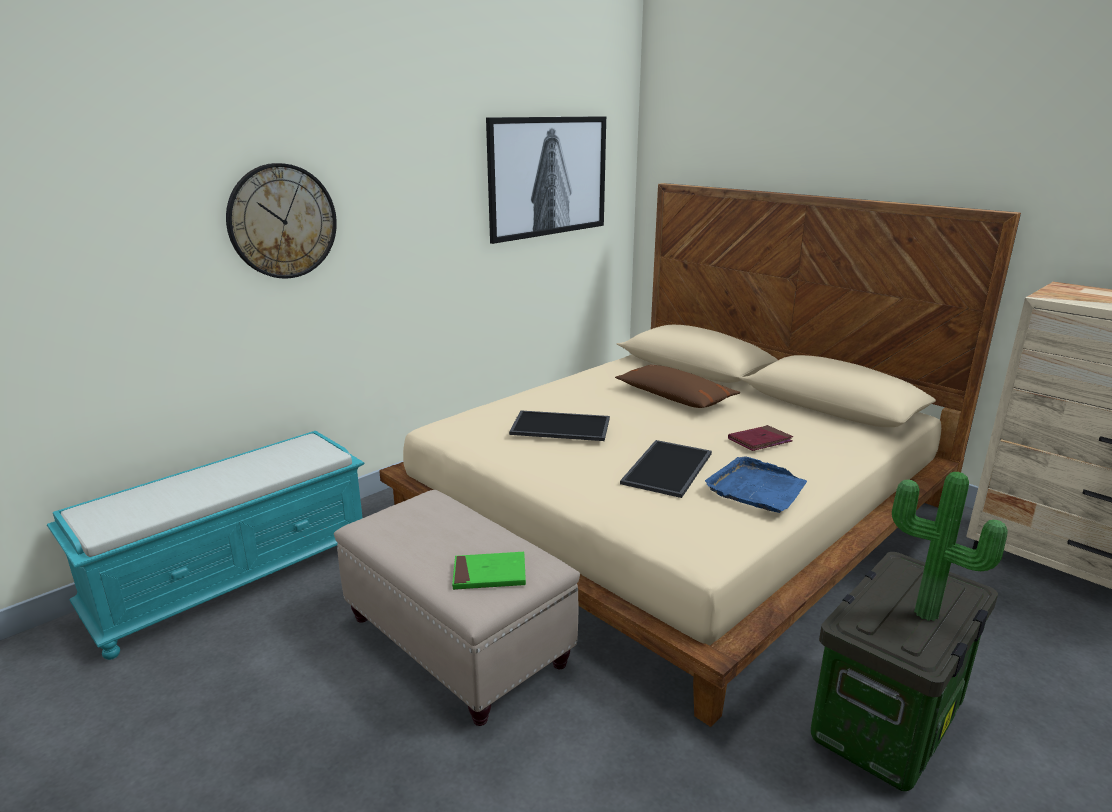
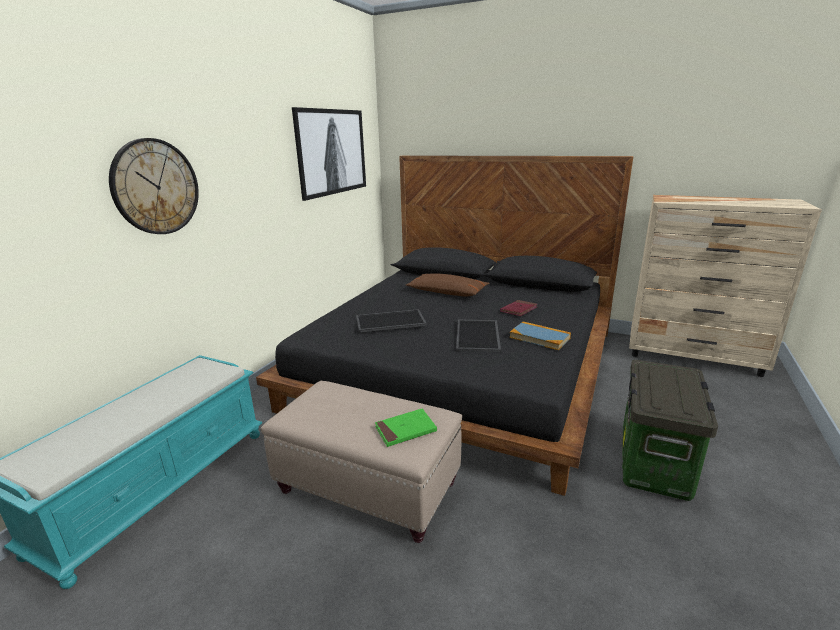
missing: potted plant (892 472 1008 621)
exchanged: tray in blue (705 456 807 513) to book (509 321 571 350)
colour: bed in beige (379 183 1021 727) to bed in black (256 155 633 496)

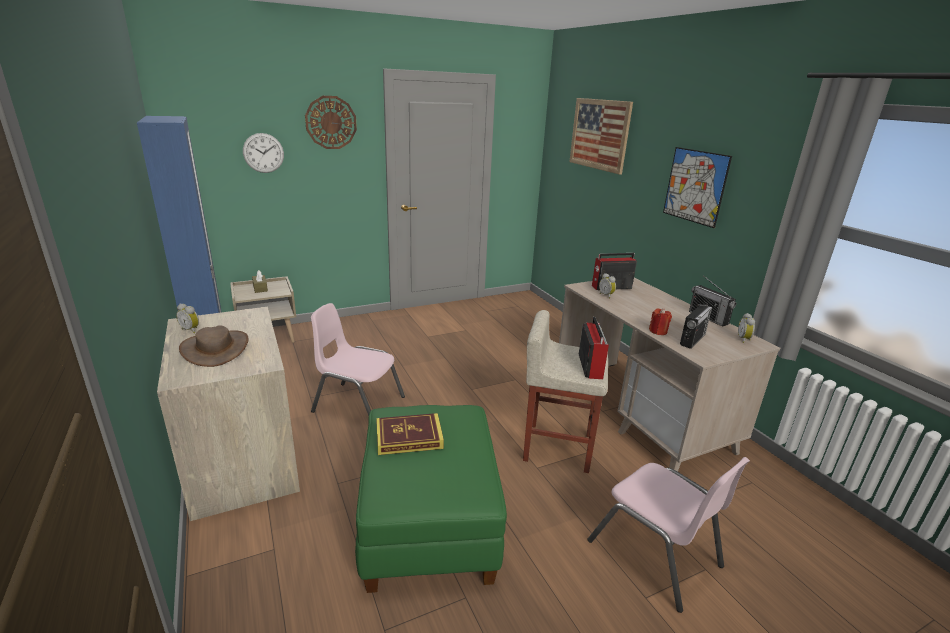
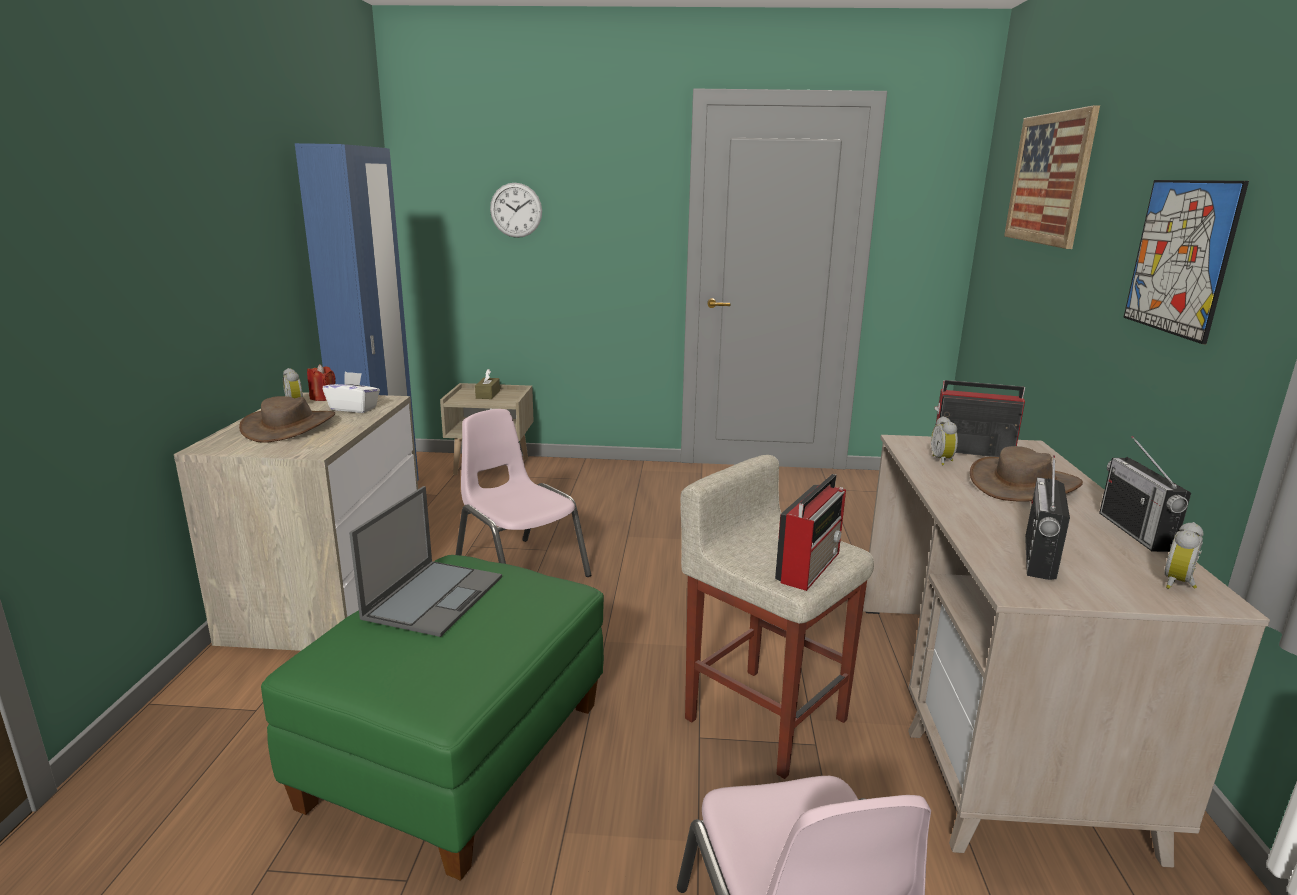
missing: wall clock (305 96 357 149)
appeared: tissue box in white (323 372 380 413); hat in brown (970 446 1083 502)
relocated: candle in red (649 308 672 335) to (307 364 335 401)
exchanged: book (376 413 444 455) to laptop (349 486 502 637)
spun: radio (680 305 712 349) = (1025 455 1070 580) 135 degrees clockwise

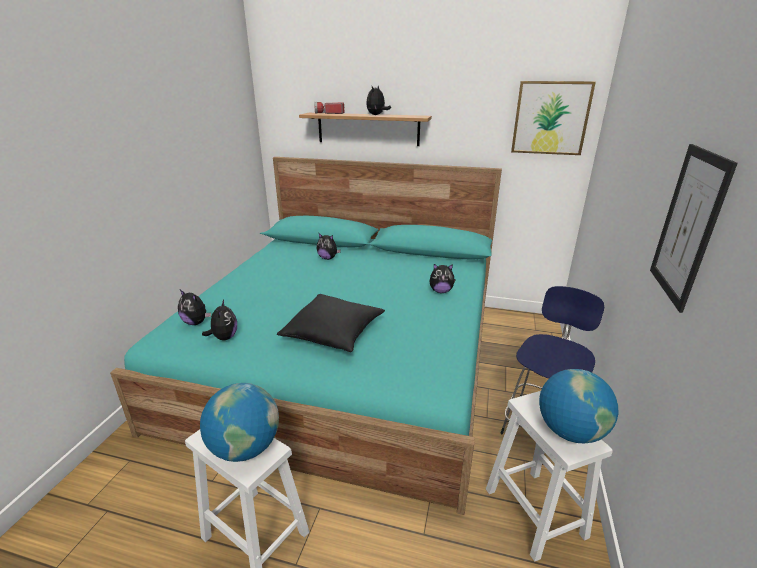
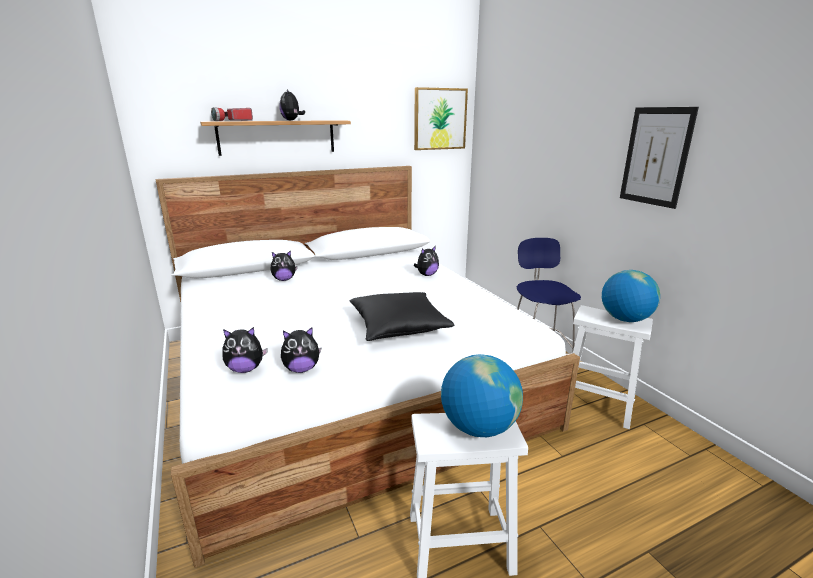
colour: bed in turquoise (110 157 502 515) to bed in white (156 166 580 568)
spun: plush toy (202 300 237 340) = (281 327 321 373) 120 degrees clockwise

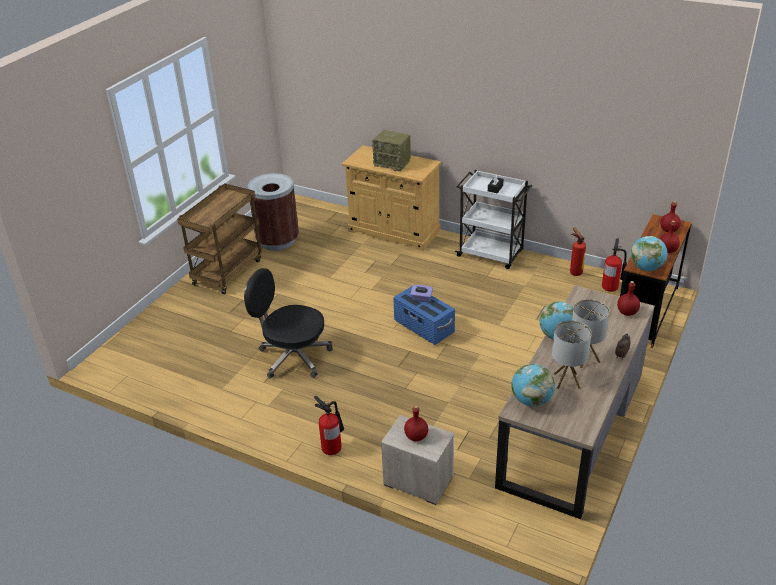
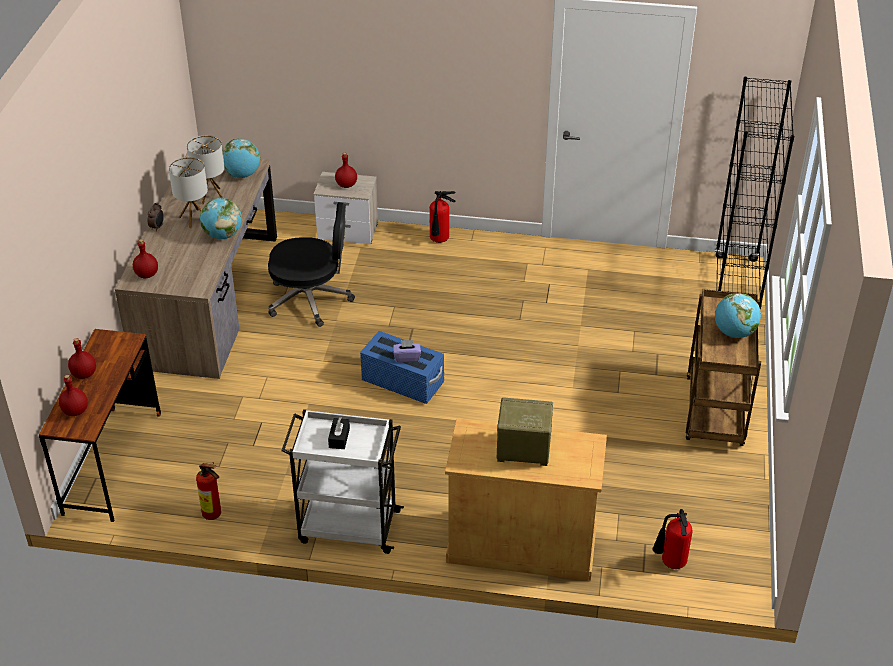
missing: trash can in brown (248 173 299 251)
appeared: bookcase in black (715 77 794 313)
relocated: office chair in black (244 268 333 379) to (268 202 355 327); fire extinguisher (602 238 627 292) to (652 509 692 569); globe (631 236 667 271) to (715 293 761 338)

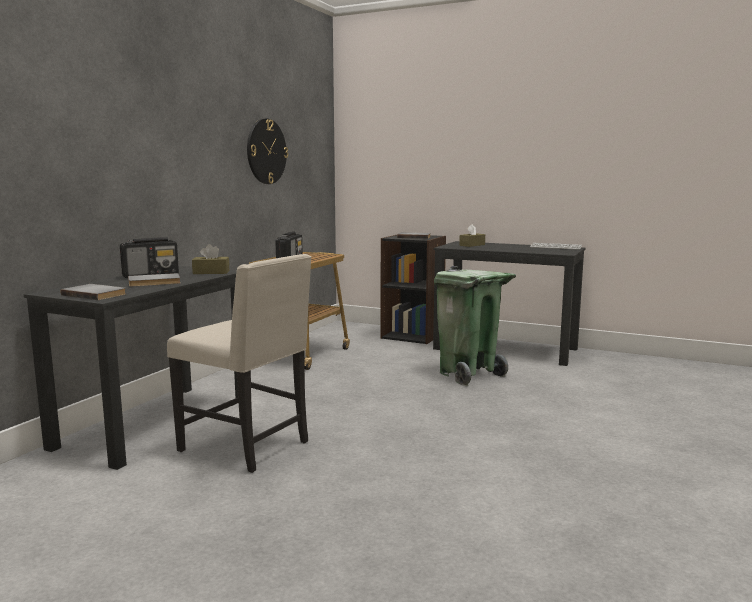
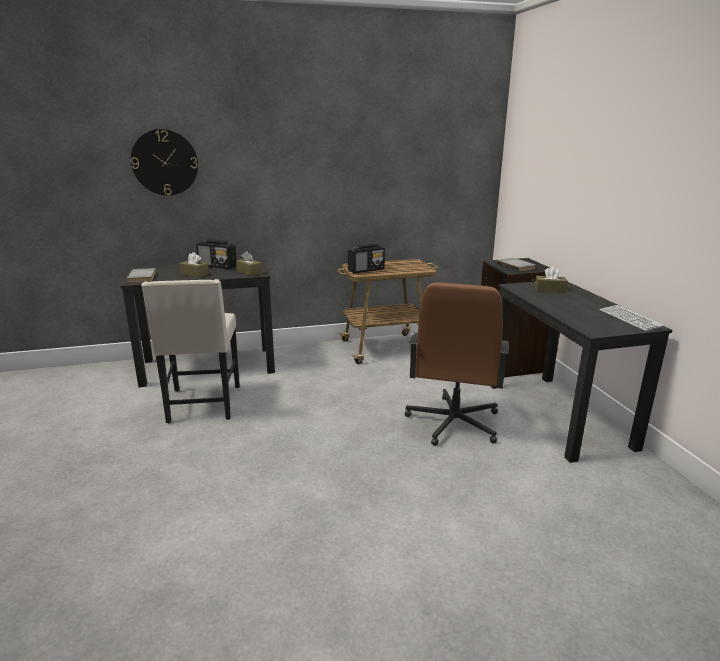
relocated: wall clock (247 118 288 184) to (131 129 198 196)
exchanged: book in grey (128 273 180 287) to tissue box in brown (179 252 209 278); trash can in green (434 266 516 386) to office chair in brown (404 283 509 446)

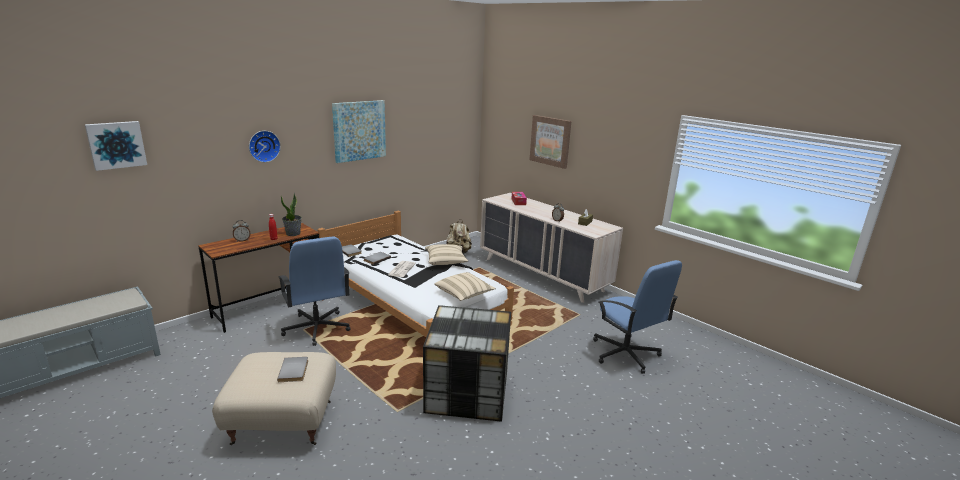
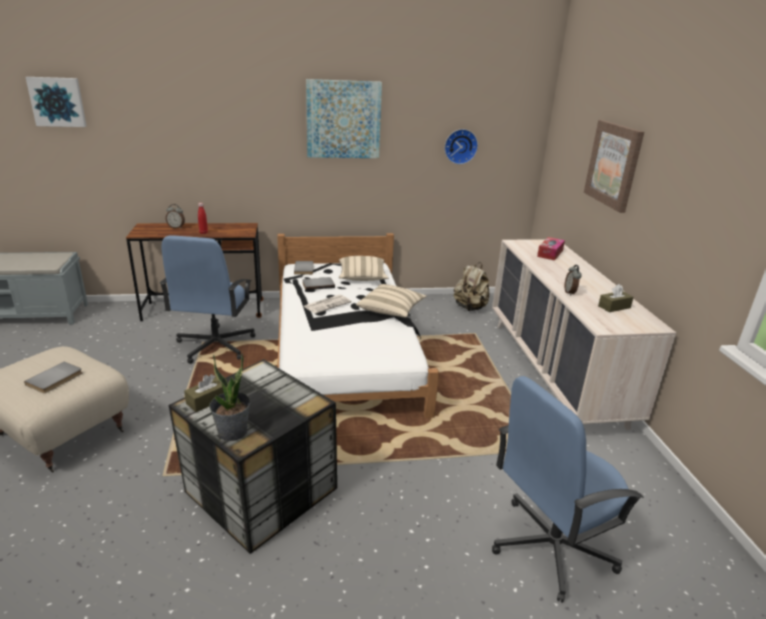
appeared: tissue box in brown (184 374 224 412)
relocated: potted plant (281 193 302 236) to (210 353 250 441); pillow in beige (434 272 496 301) to (339 256 388 281); wall clock (249 131 281 162) to (444 129 478 164)
spun: office chair in blue (593 260 682 374) = (492 376 644 603) 60 degrees clockwise

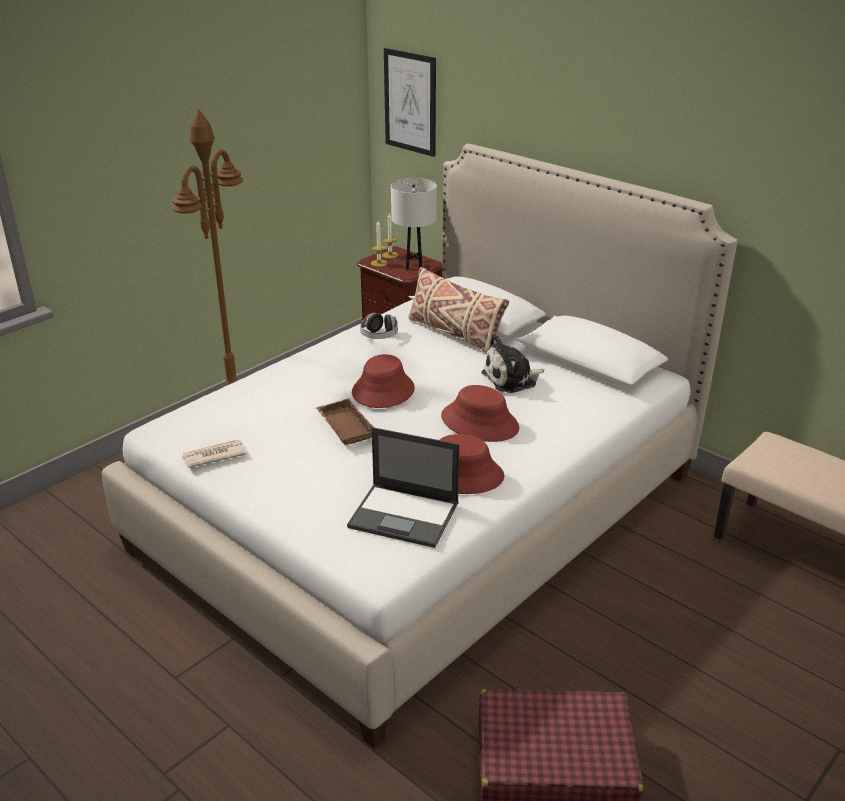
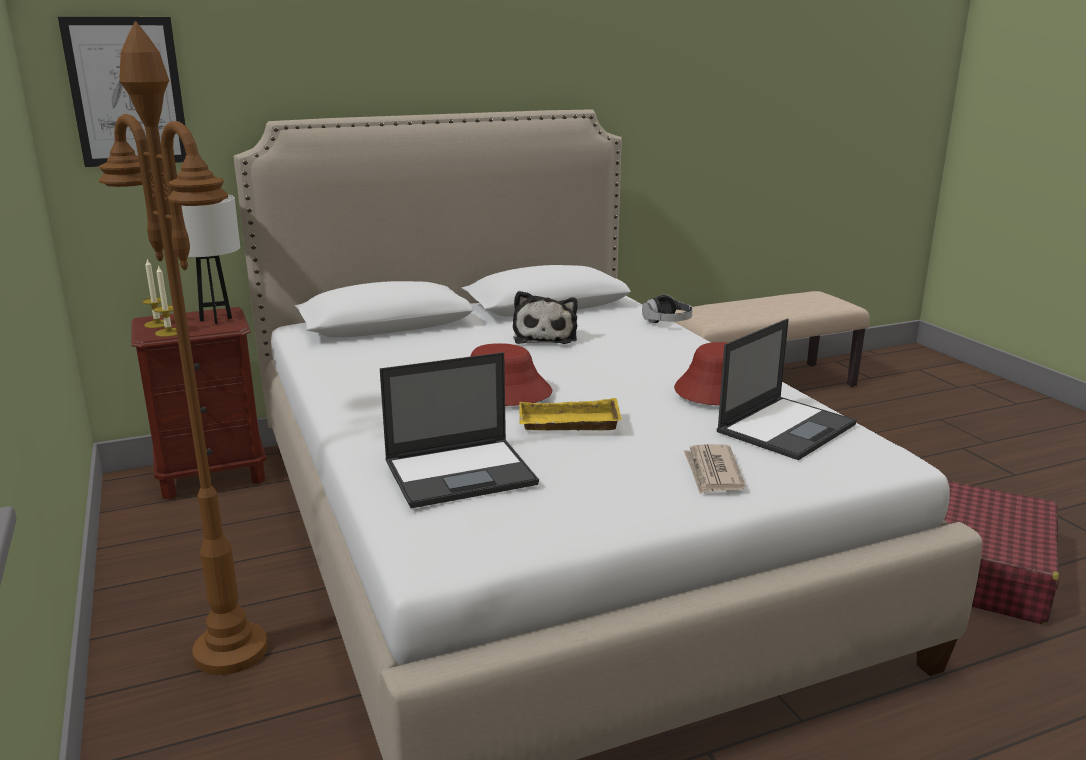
missing: pillow in beige (409 267 509 354); hat in red (441 385 519 442)
appeared: laptop (380 352 539 508)
relocated: headphones (360 313 398 339) to (642 294 693 323); newspaper (181 439 247 468) to (684 444 745 494)
colour: tray in brown (316 399 373 445) to tray in yellow (519 398 622 431)

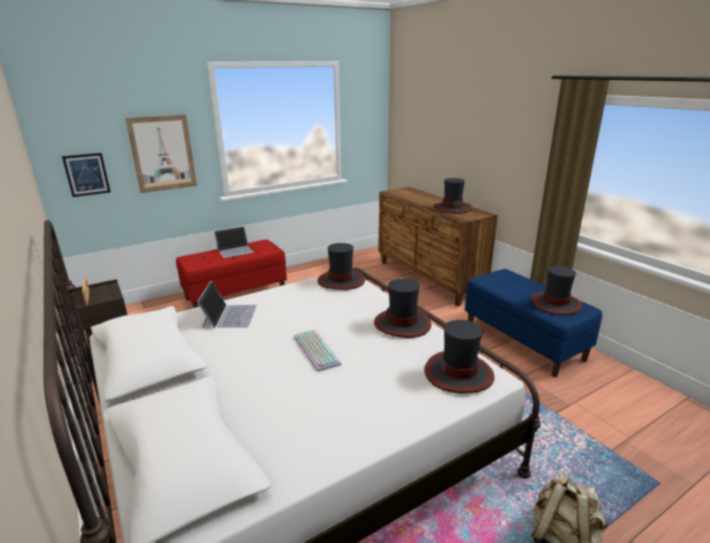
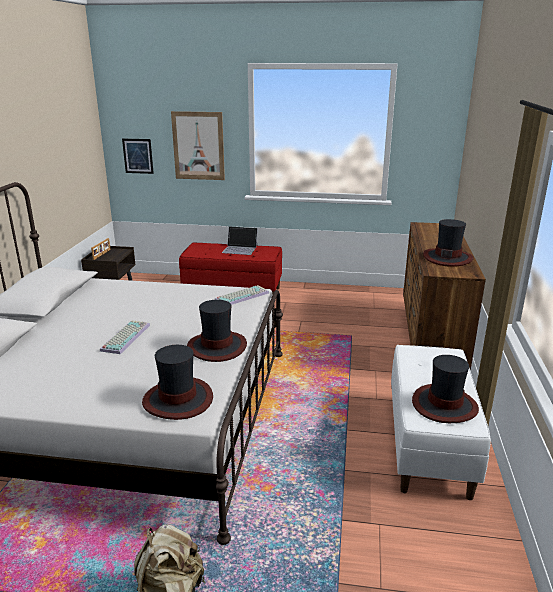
missing: laptop (197 281 257 328)
exchanged: hat (318 243 365 290) to keyboard (215 285 269 305)
colour: bench in blue (465 269 602 377) to bench in white (391 345 491 500)

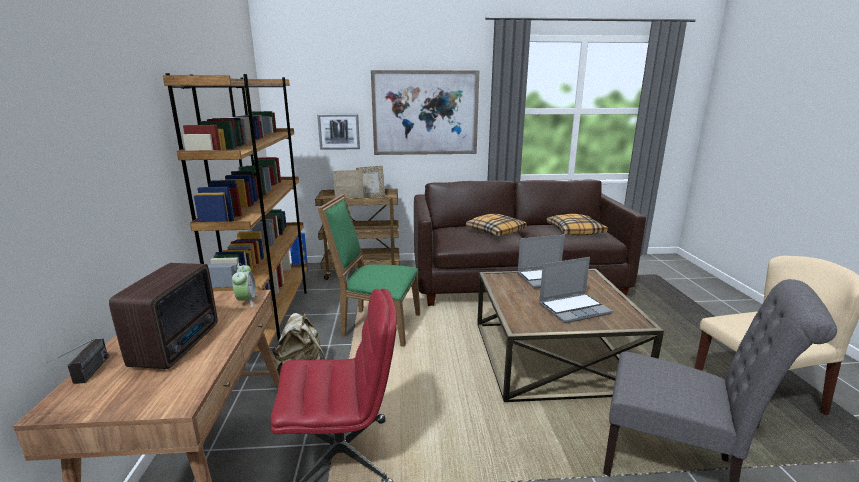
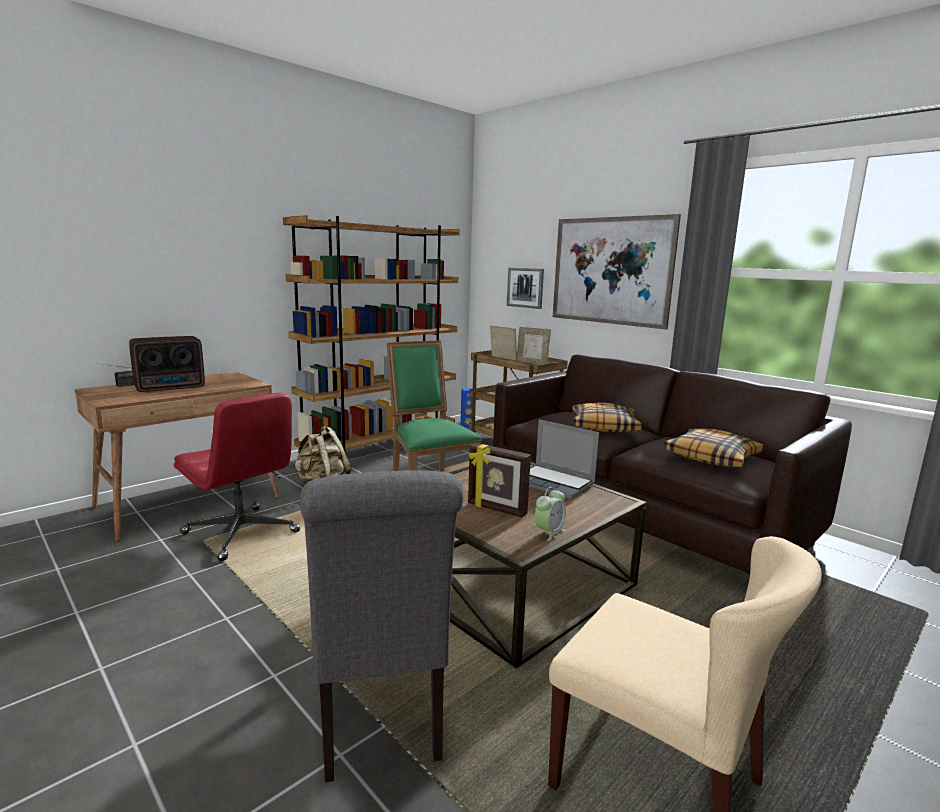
relocated: alarm clock (232 263 258 307) to (535 487 566 541)
exchanged: laptop (539 257 613 324) to picture frame (468 443 531 518)

